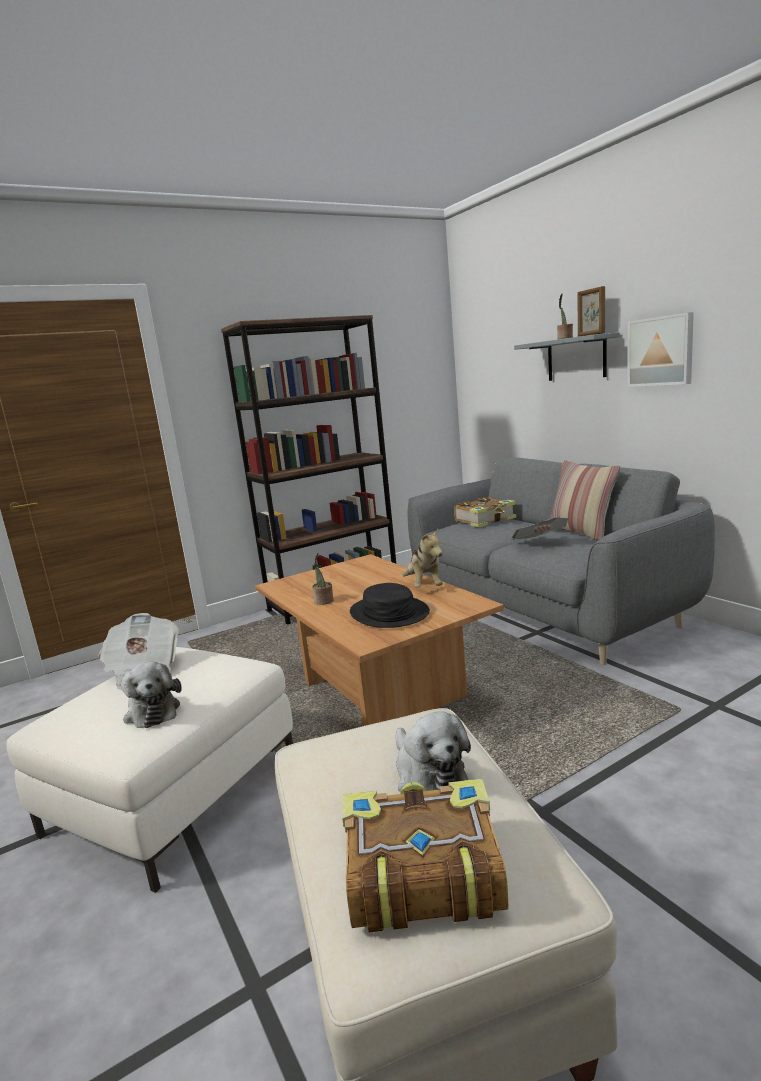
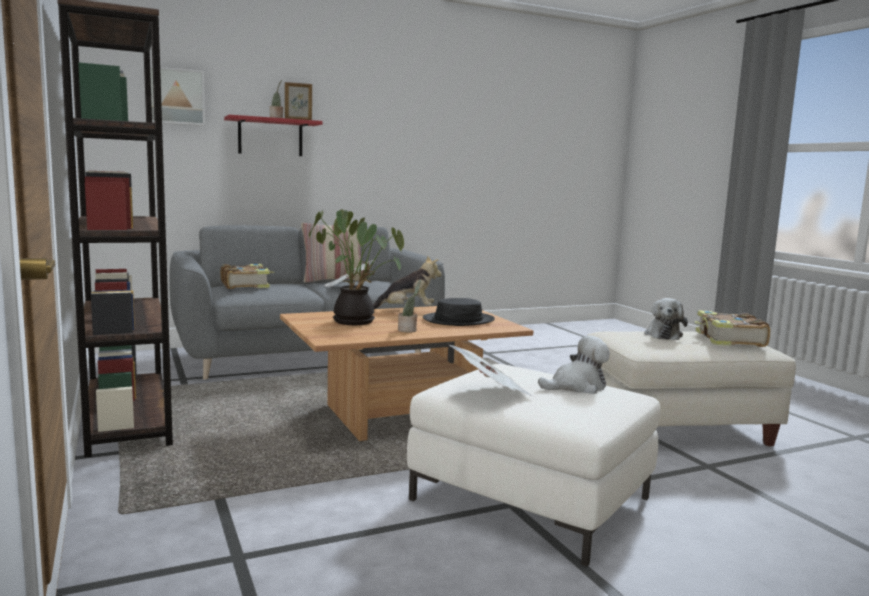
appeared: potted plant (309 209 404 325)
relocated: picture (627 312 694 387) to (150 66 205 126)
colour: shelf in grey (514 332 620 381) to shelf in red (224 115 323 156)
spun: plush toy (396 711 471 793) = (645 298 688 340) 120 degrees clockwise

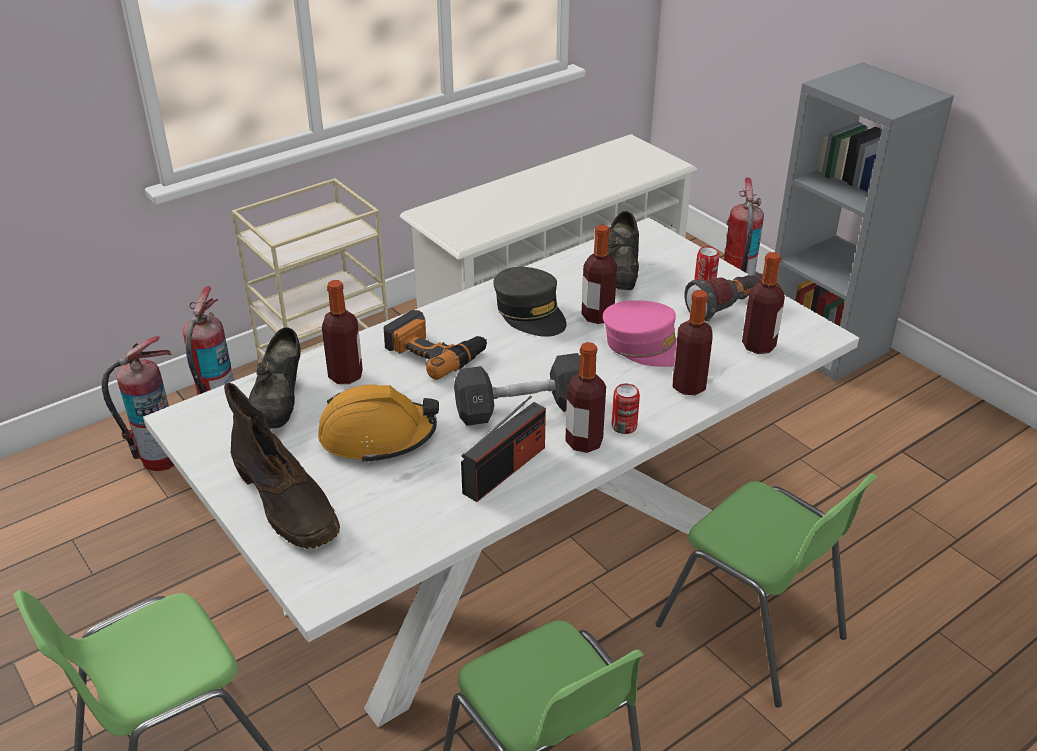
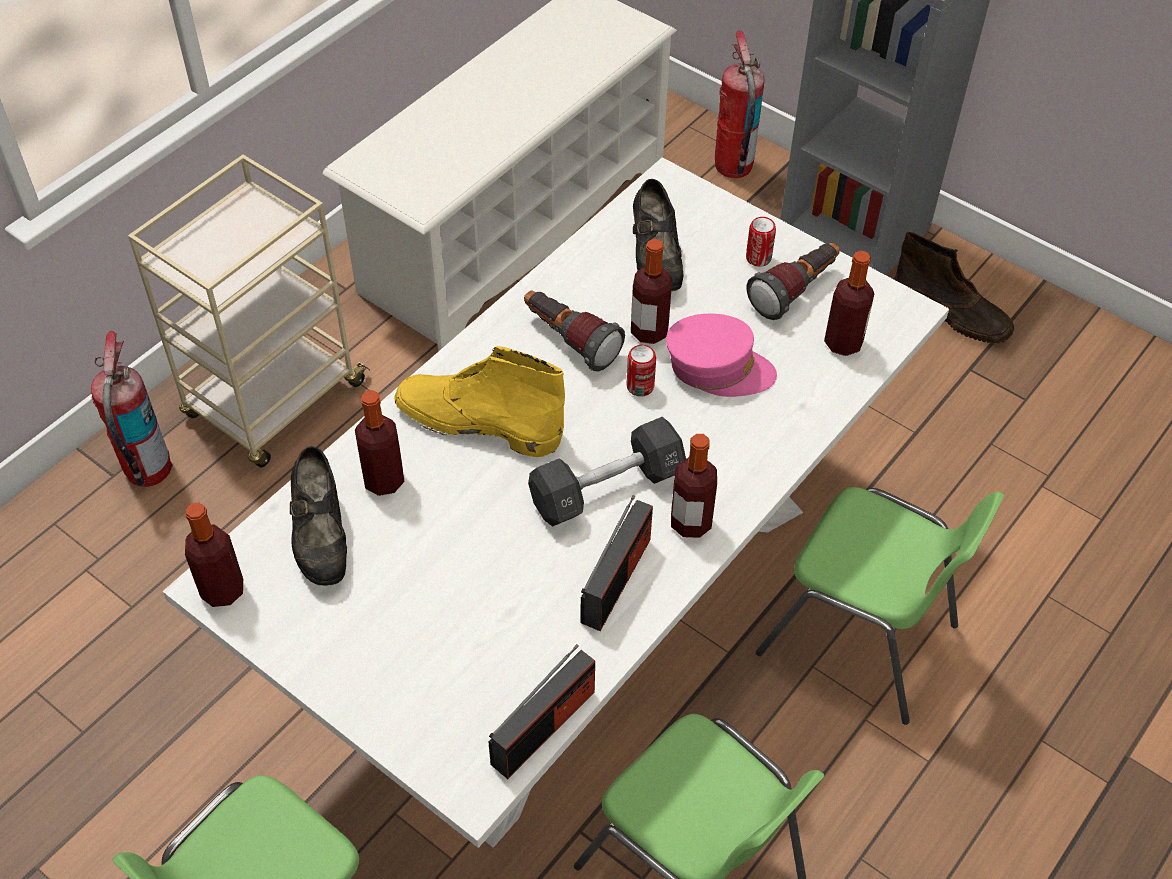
missing: fire extinguisher (102 336 174 471); hard hat in orange (318 384 439 464)
appeared: radio (488 644 595 779)
relocated: bottle (673 290 712 395) to (185 503 243 607); can (611 384 640 434) to (626 345 656 397); boot in brown (224 383 340 549) to (895 232 1014 343)
exchanged: power drill (383 310 487 380) to boot in yellow (394 346 565 457); cap in grey (493 267 567 337) to flashlight (524 291 625 372)

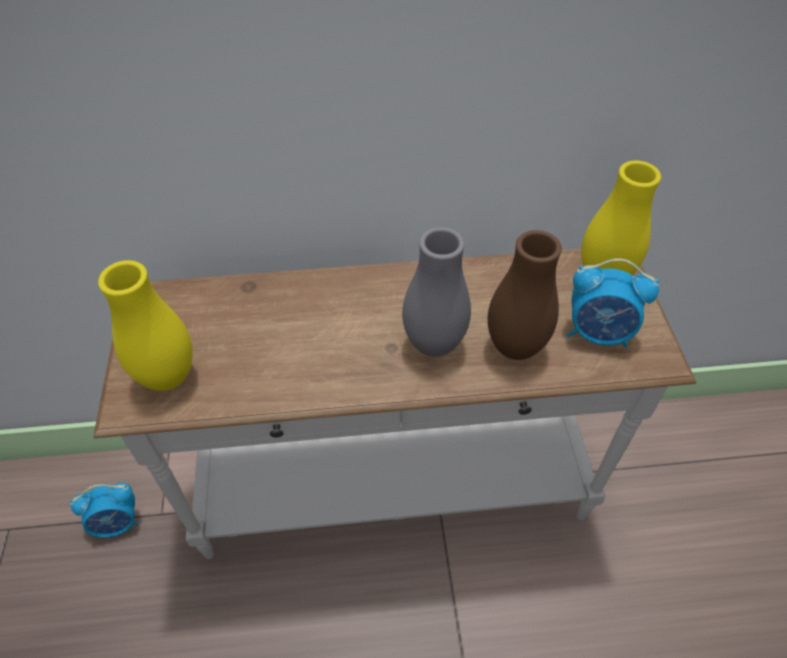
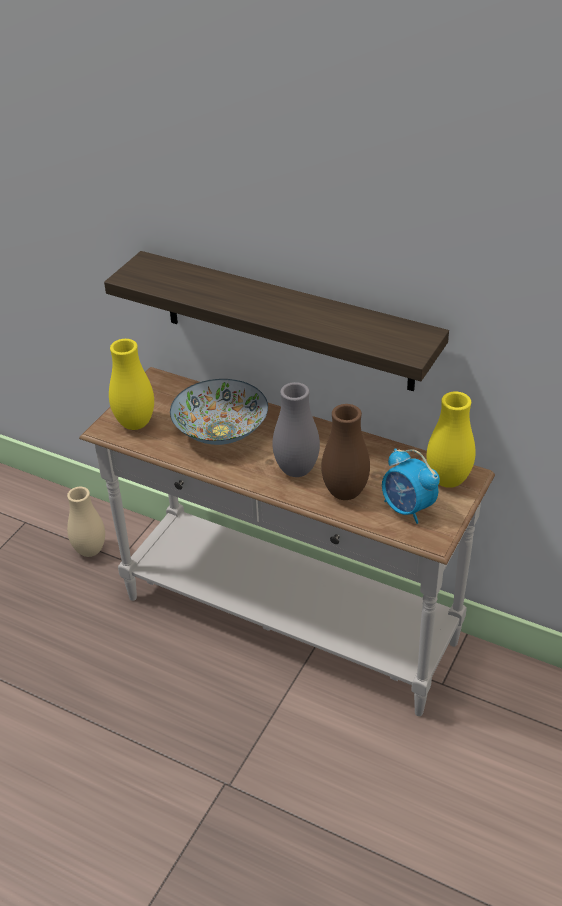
appeared: shelf (104 251 449 391); bowl (170 379 268 445)
exchanged: alarm clock (70 483 139 538) to vase in beige (67 487 105 557)

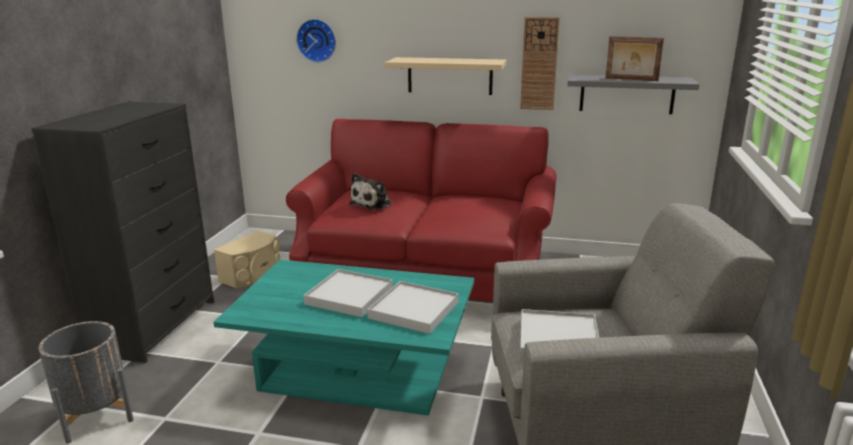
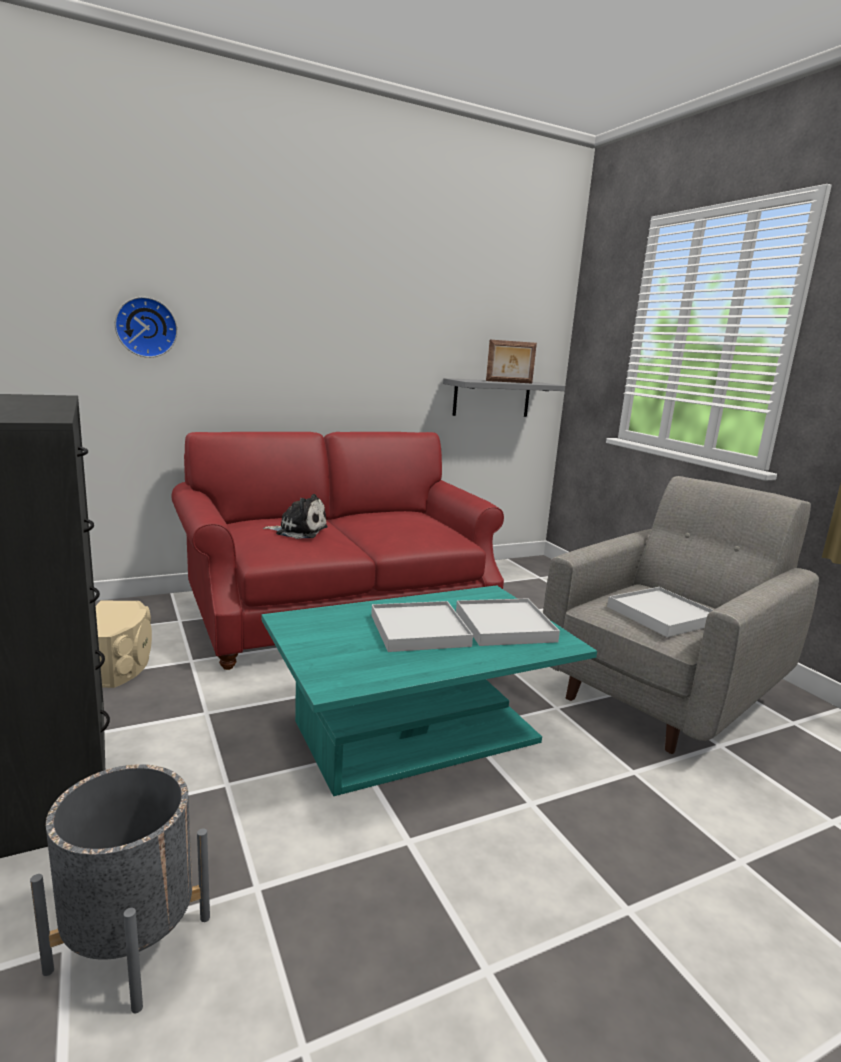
missing: shelf in beige (385 57 506 95); wall clock (520 17 560 110)
spun: plush toy (349 173 392 210) = (263 494 328 539) 75 degrees counterclockwise

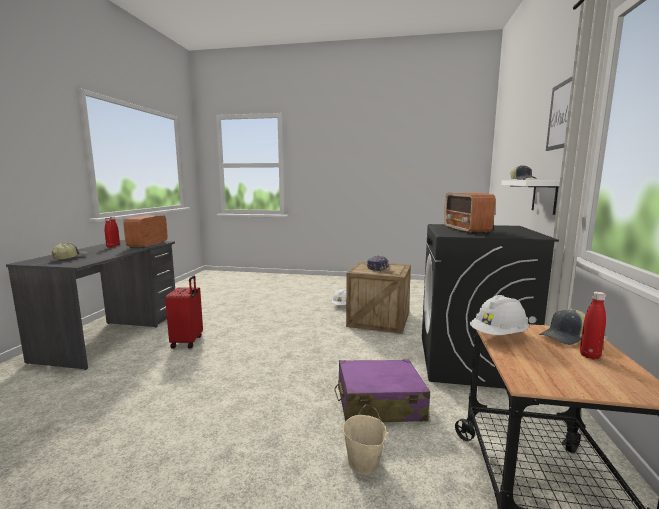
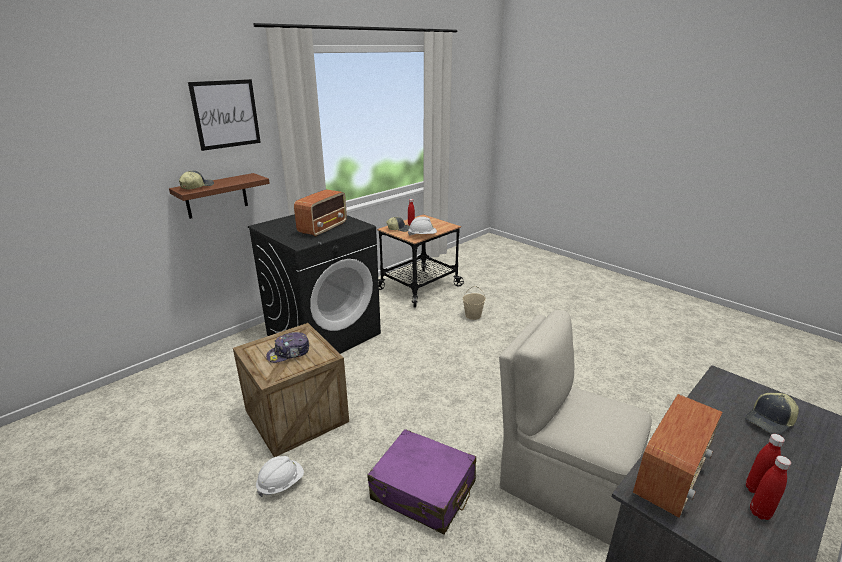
relocated: suitcase in purple (334 359 430 422) to (367 429 476 534)
exchanged: suitcase in red (165 275 203 349) to chair in beige (499 310 652 545)
colour: shelf in white (501 180 560 215) to shelf in brown (169 173 270 219)

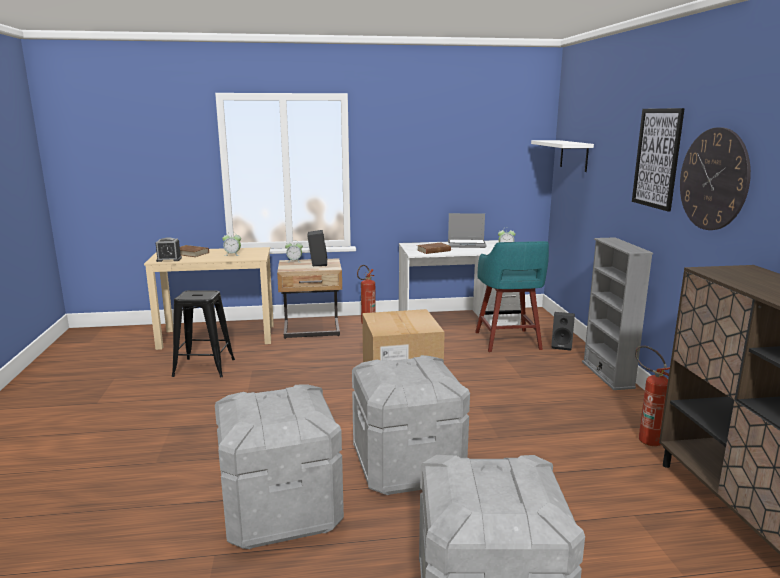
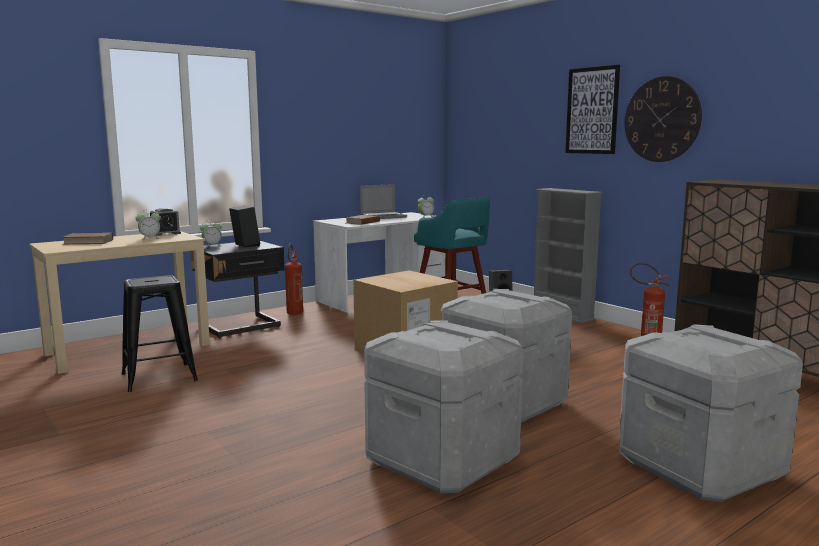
missing: shelf in white (531 140 594 172)
relocated: alarm clock (156 237 182 262) to (150 208 181 236)
colour: nightstand in beige (277 258 342 339) to nightstand in black (191 241 284 338)

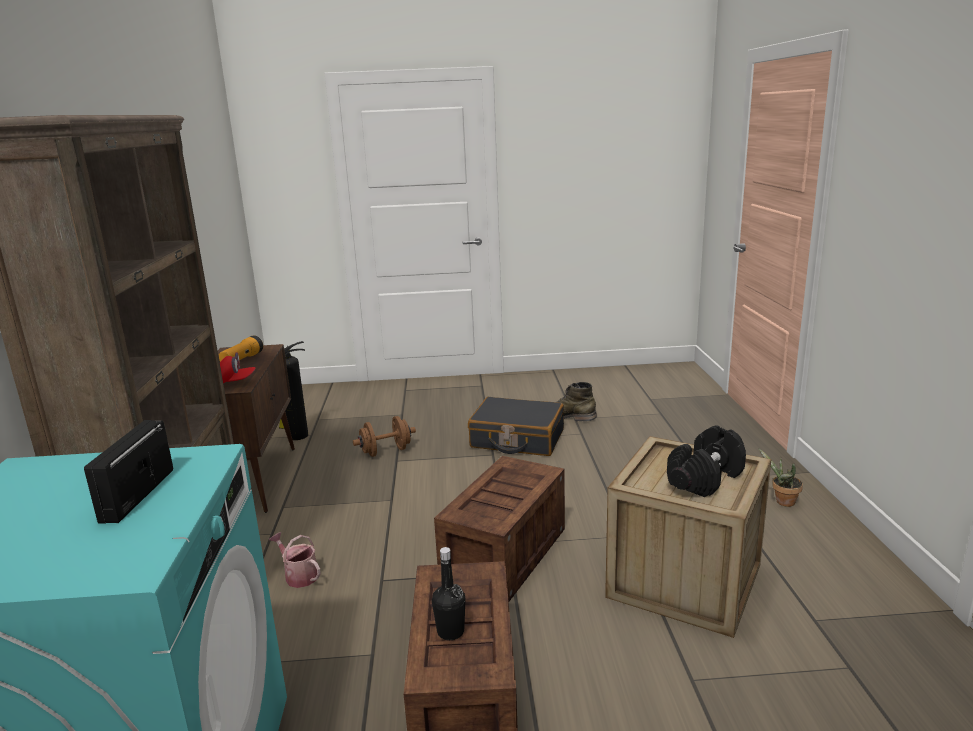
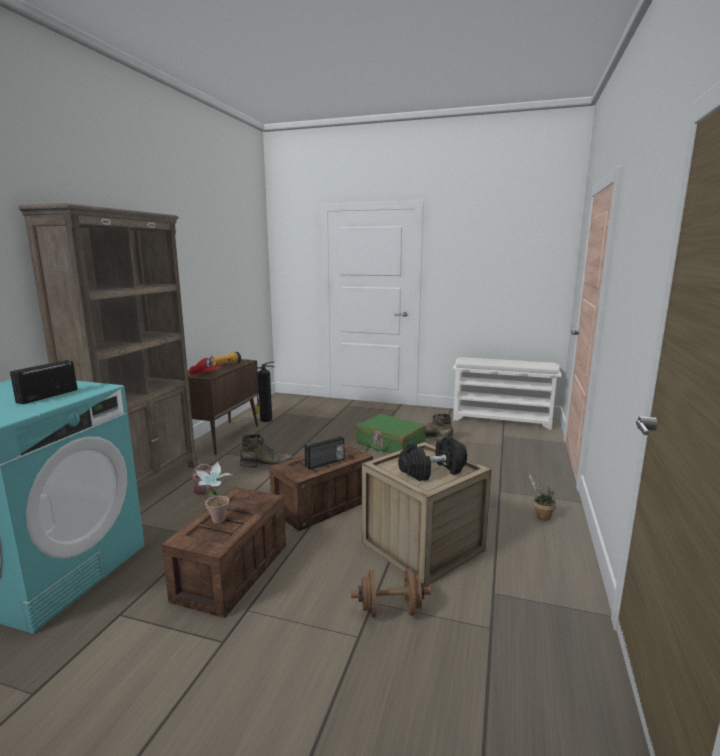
appeared: boot in green (240 434 293 468); radio (305 436 345 470); shoe rack in white (453 357 562 430)
relocated: dumbbell in brown (353 416 416 457) to (351 568 431 617)
exchanged: bottle in black (432 547 465 640) to potted plant (195 461 233 523)
colour: suitcase in black (468 397 564 456) to suitcase in green (356 414 426 453)

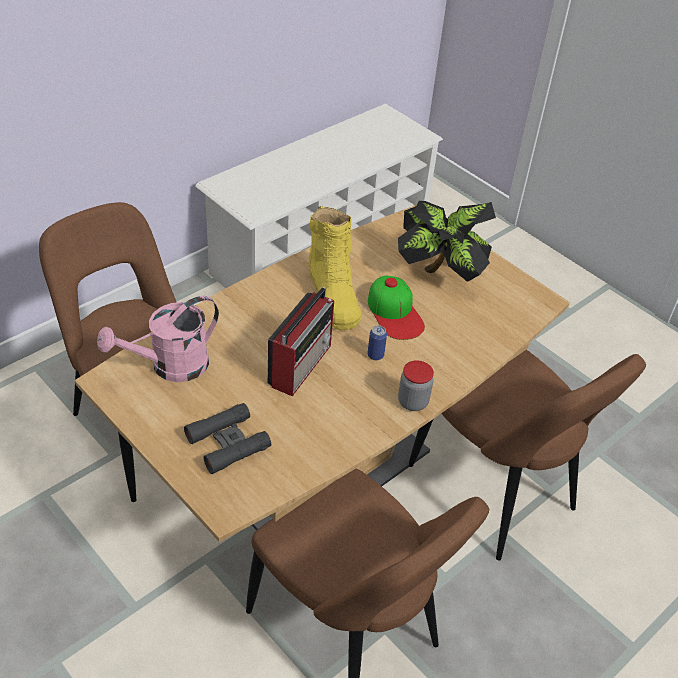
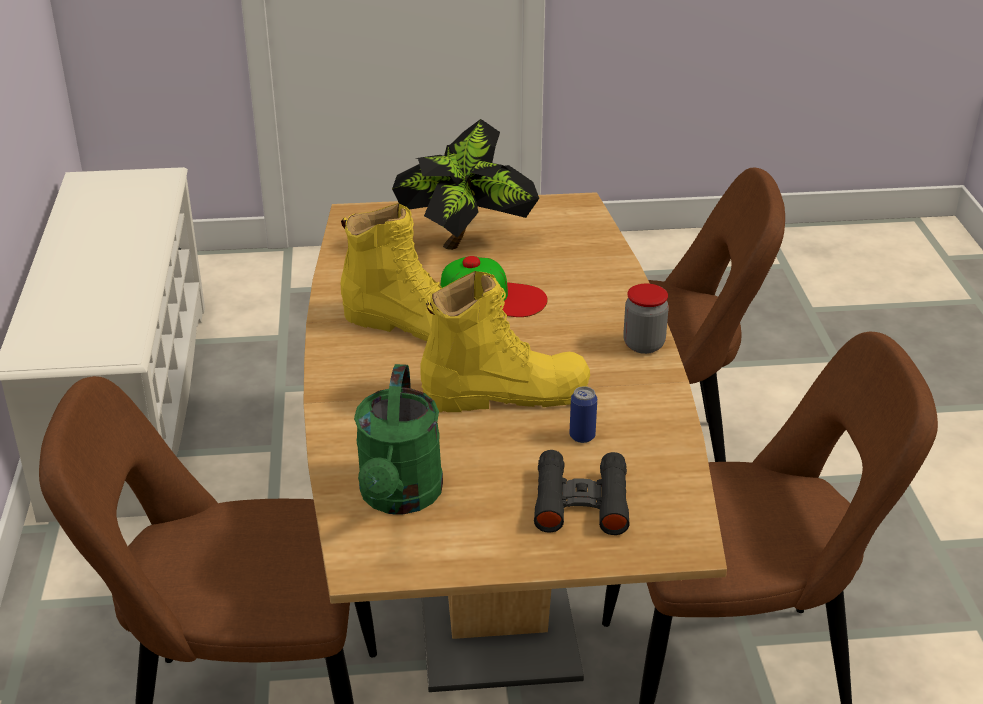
relocated: can (367 325 387 360) to (570 386 597 443)
exchanged: radio (268 287 334 396) to boot in yellow (421 271 590 412)
colour: watering can in pink (97 296 219 382) to watering can in green (354 364 443 515)

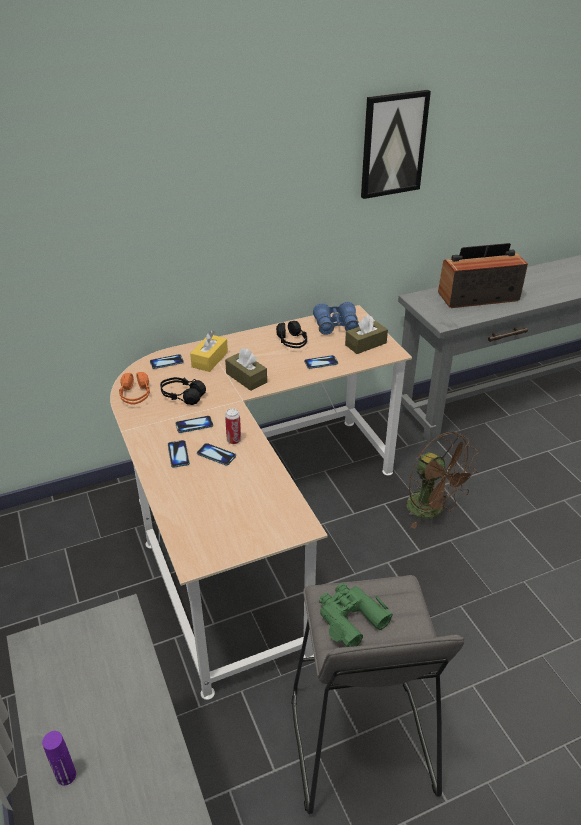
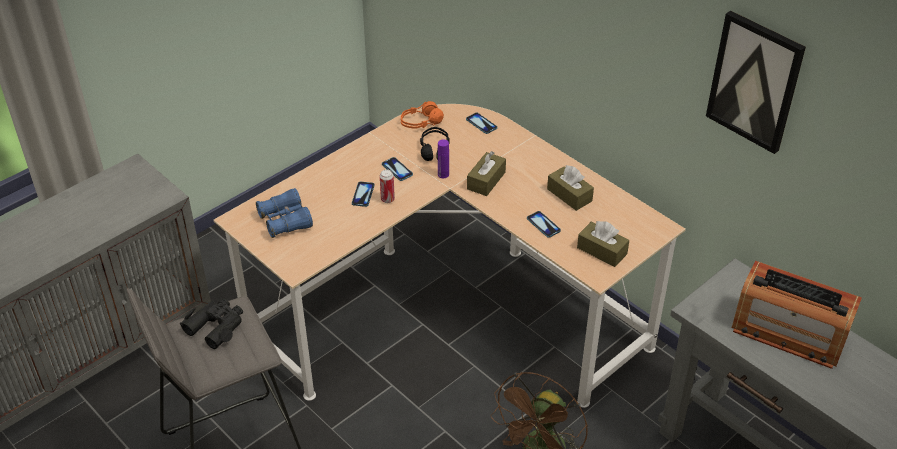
missing: phone (168 440 190 468); tissue box in yellow (190 330 228 372)
relocated: binoculars in blue (313 302 359 335) to (256 188 313 238); bottle in purple (42 731 76 786) to (438 139 449 178)
exchanged: headphones in black (276 321 307 348) to tissue box in brown (547 165 594 211)
colour: binoculars in green (319 583 393 647) to binoculars in black (180 298 243 349)
spun: radio (438 243 528 308) = (732 261 862 369) 150 degrees clockwise

